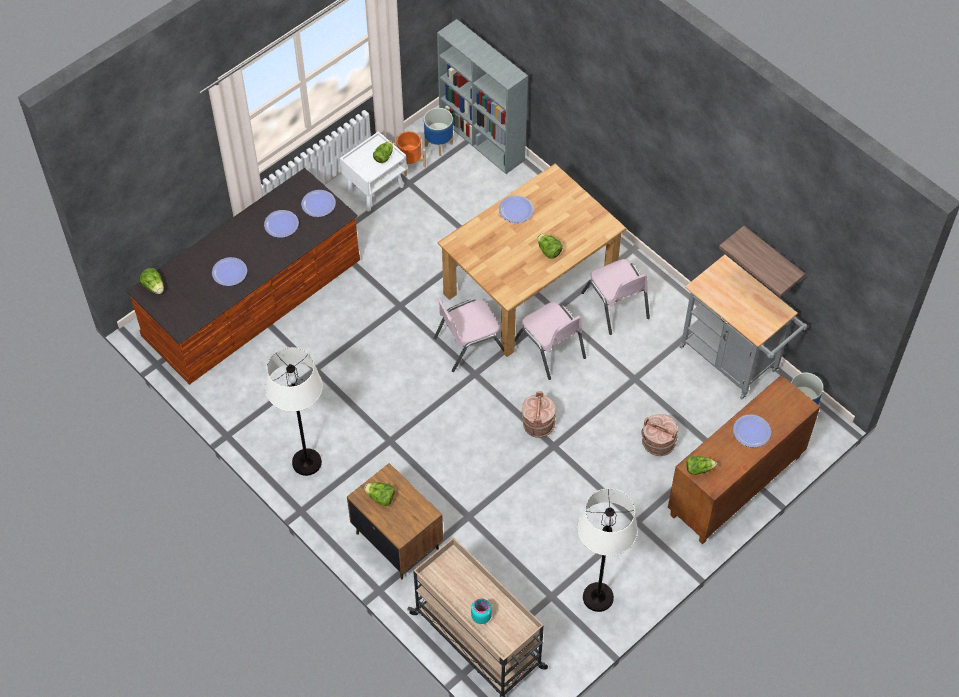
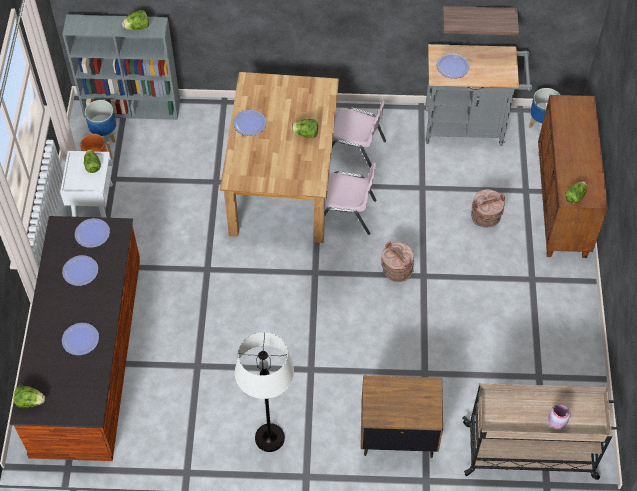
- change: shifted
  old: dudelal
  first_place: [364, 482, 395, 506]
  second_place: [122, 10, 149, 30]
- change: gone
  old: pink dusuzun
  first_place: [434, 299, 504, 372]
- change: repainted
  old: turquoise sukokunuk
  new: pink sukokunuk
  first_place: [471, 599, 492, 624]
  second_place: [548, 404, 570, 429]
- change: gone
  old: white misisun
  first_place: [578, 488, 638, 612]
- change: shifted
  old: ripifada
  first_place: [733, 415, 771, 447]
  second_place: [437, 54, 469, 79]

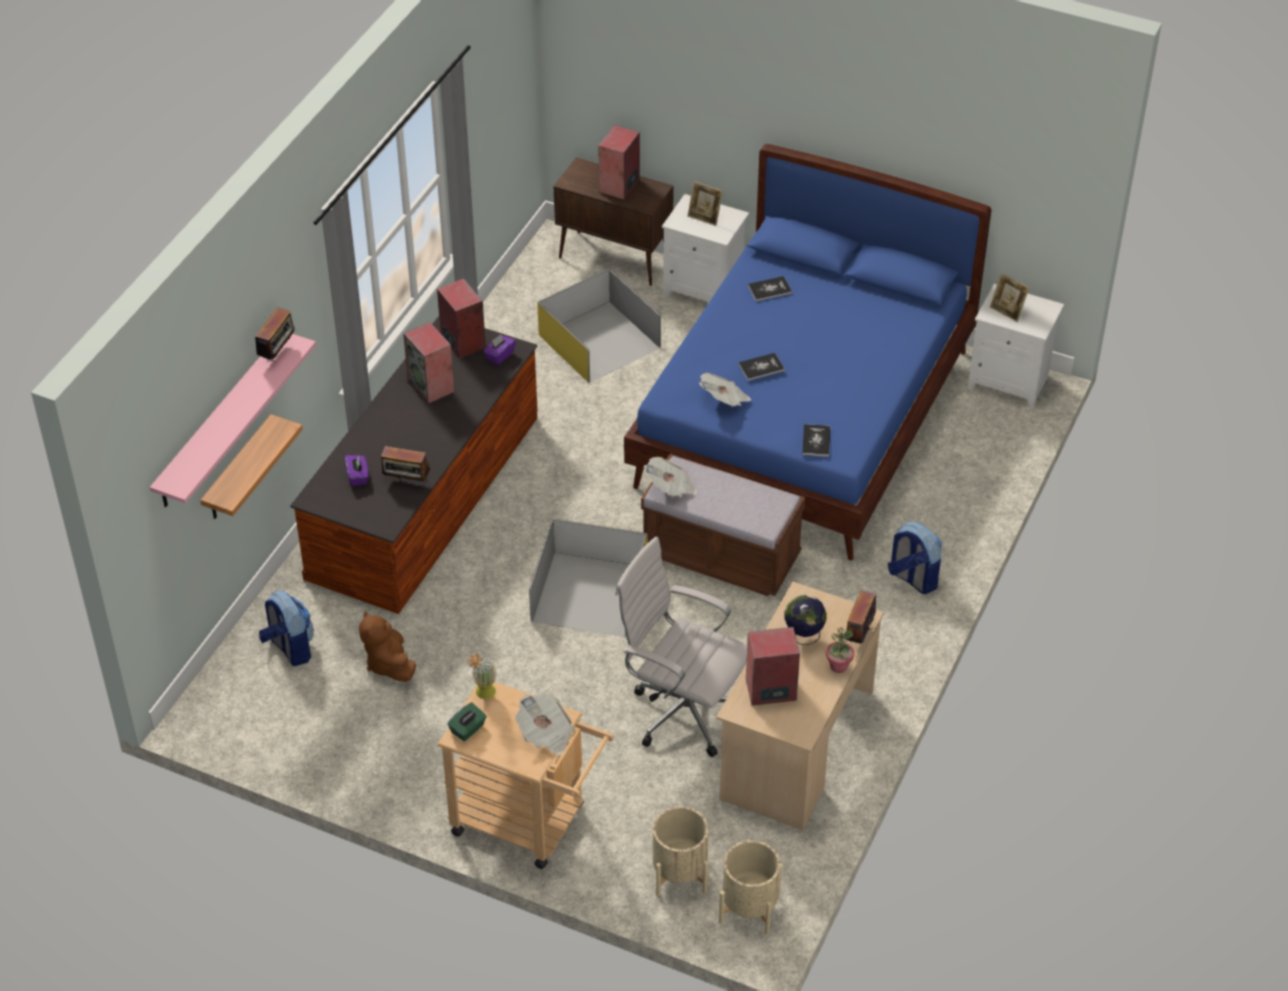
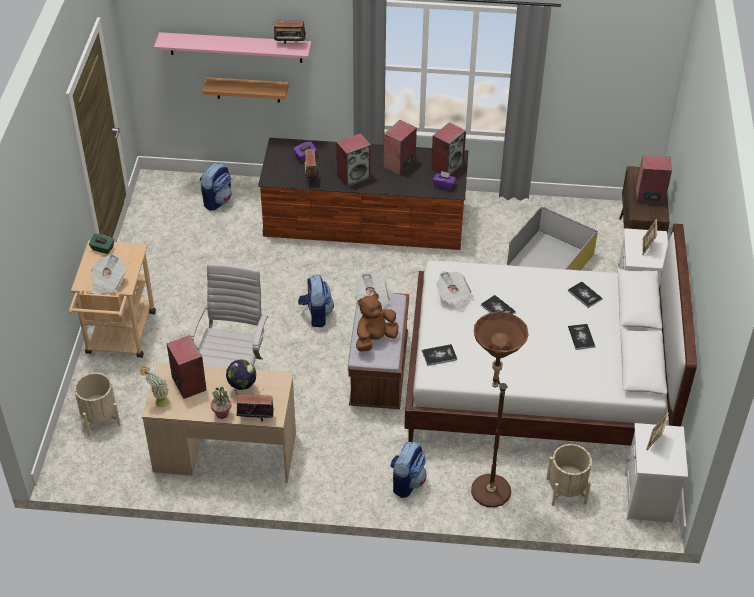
- change: shifted
  old: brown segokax
  first_place: [359, 611, 416, 682]
  second_place: [356, 293, 398, 351]
- change: shifted
  old: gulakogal
  first_place: [468, 653, 497, 699]
  second_place: [140, 365, 169, 407]
- change: swapped
  old: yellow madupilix
  new: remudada
  first_place: [529, 519, 647, 637]
  second_place: [298, 275, 334, 327]
- change: repainted
  old: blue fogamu
  new: white fogamu
  first_place: [624, 144, 991, 561]
  second_place: [404, 224, 697, 446]
- change: shifted
  old: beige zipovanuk
  first_place: [719, 840, 782, 934]
  second_place: [546, 444, 592, 506]
- change: new
  new: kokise
  second_place: [336, 133, 371, 188]
- change: new
  new: brown misisun
  second_place: [471, 312, 529, 507]
- change: new
  new: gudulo
  second_place: [568, 324, 595, 350]

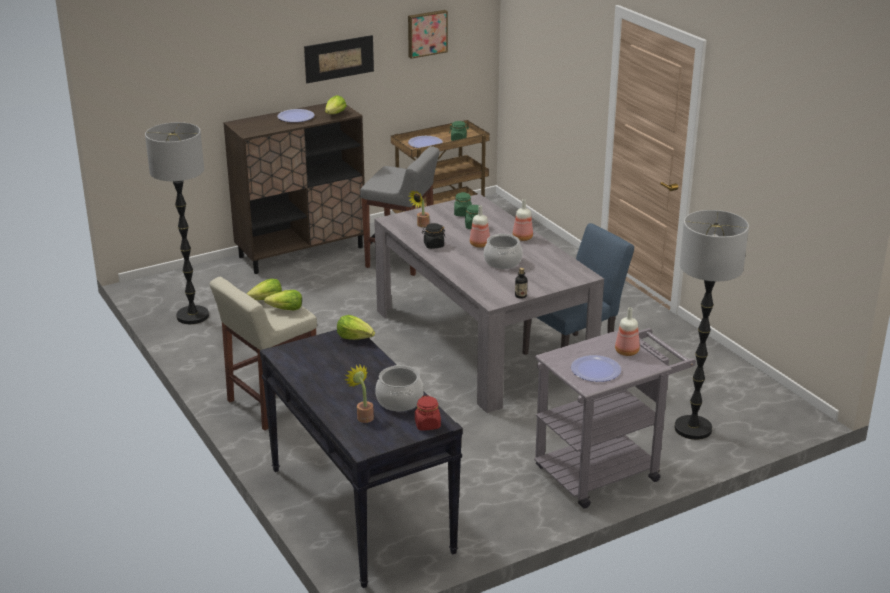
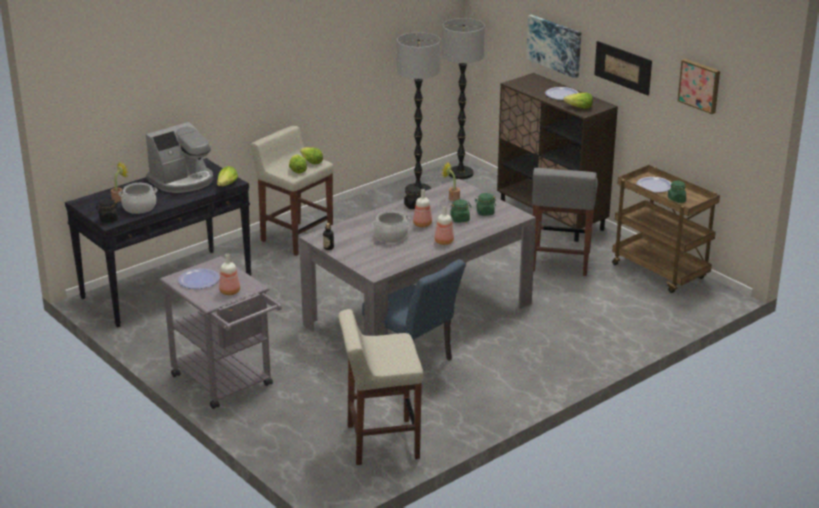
- change: repainted
  old: red sukokunuk
  new: black sukokunuk
  first_place: [415, 395, 441, 431]
  second_place: [96, 199, 119, 223]
- change: shifted
  old: misisun
  first_place: [674, 210, 749, 440]
  second_place: [442, 18, 485, 179]
- change: new
  new: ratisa
  second_place: [146, 122, 213, 193]
- change: new
  new: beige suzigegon
  second_place: [338, 309, 423, 465]
- change: new
  new: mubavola
  second_place: [526, 15, 581, 79]

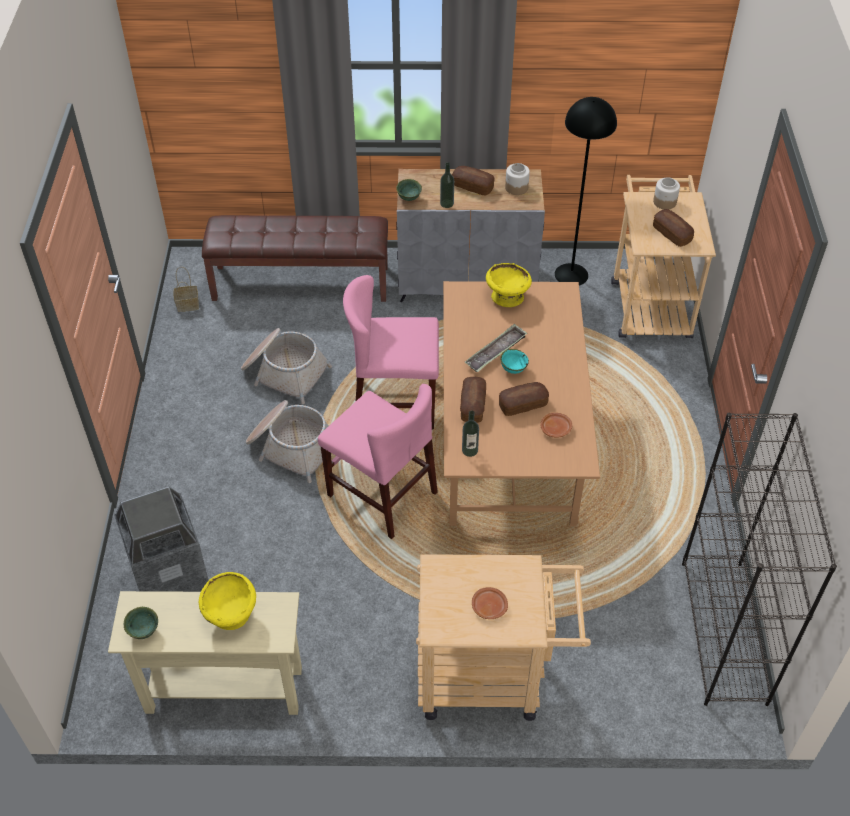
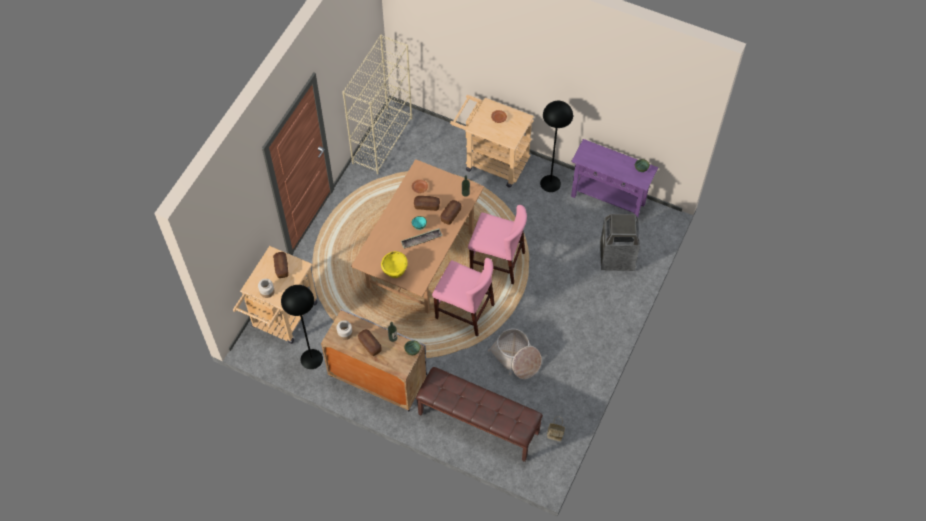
- change: repainted
  old: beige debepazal
  new: purple debepazal
  first_place: [108, 591, 302, 715]
  second_place: [571, 139, 658, 217]
- change: gone
  old: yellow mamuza
  first_place: [199, 572, 256, 630]
- change: gone
  old: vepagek
  first_place: [246, 400, 329, 483]
- change: rotated
  old: pink dusuzun
  first_place: [318, 384, 438, 539]
  second_place: [468, 205, 527, 284]
  degrees: 135
- change: repainted
  old: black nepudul
  new: beige nepudul
  first_place: [682, 413, 837, 706]
  second_place: [342, 35, 412, 174]
- change: new
  new: black misisun
  second_place: [540, 101, 573, 192]

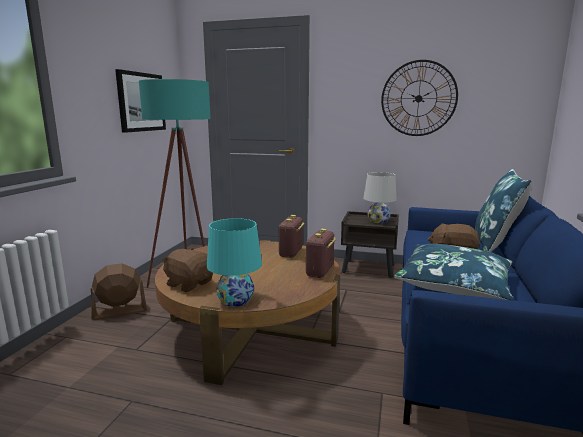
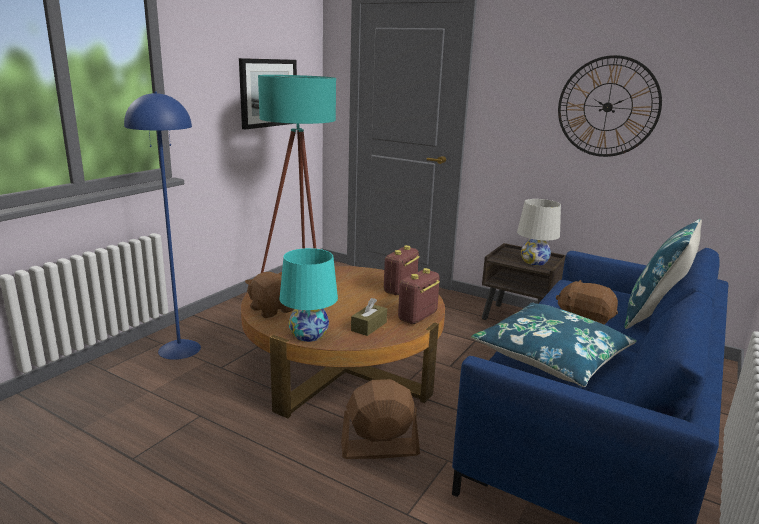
- change: shifted
  old: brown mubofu
  first_place: [91, 263, 147, 320]
  second_place: [341, 379, 420, 459]
- change: new
  new: blue misisun
  second_place: [124, 91, 201, 360]
- change: new
  new: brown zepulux
  second_place: [351, 298, 387, 336]

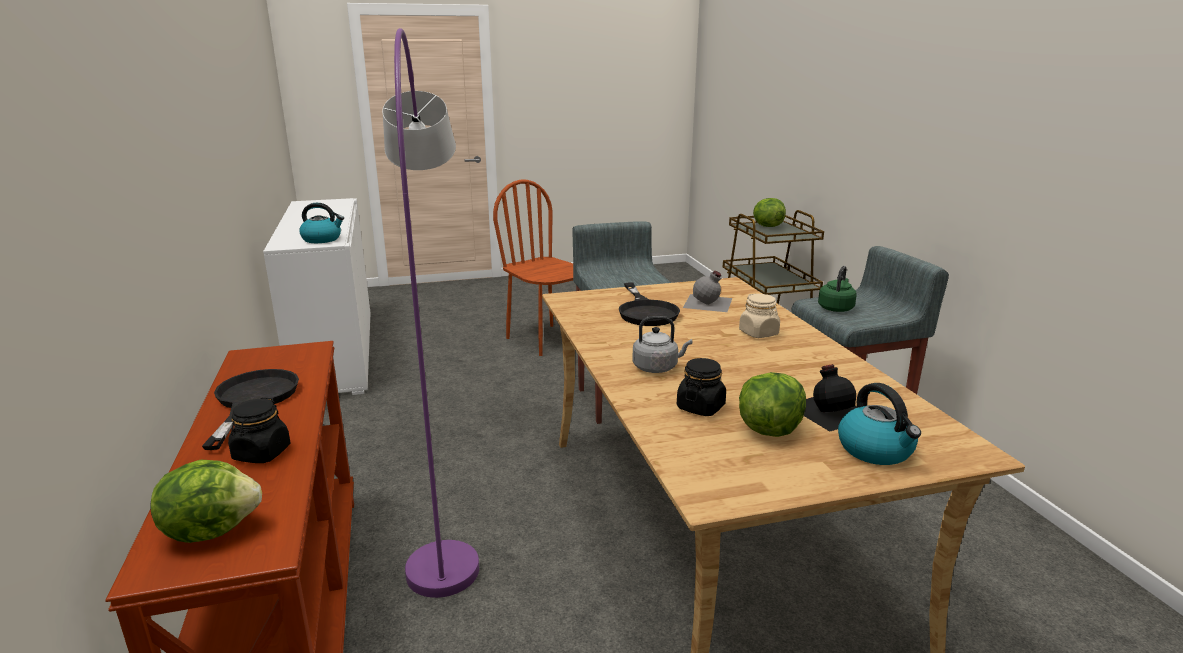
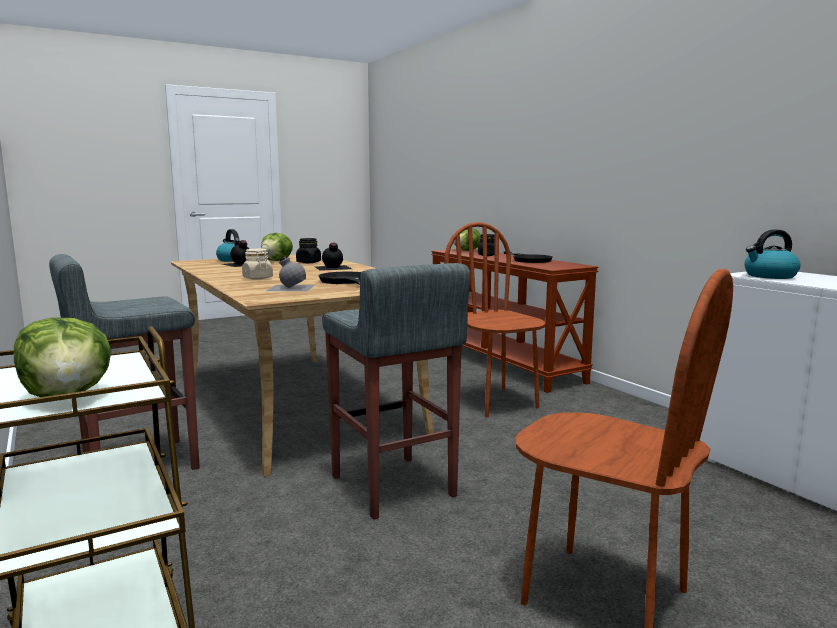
- change: swapped
  old: purple misisun
  new: brown dusuzun
  first_place: [382, 28, 479, 598]
  second_place: [444, 222, 545, 417]
- change: swapped
  old: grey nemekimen
  new: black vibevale
  first_place: [632, 316, 692, 373]
  second_place: [315, 242, 352, 271]
- change: gone
  old: green nemekimen
  first_place: [818, 266, 857, 312]

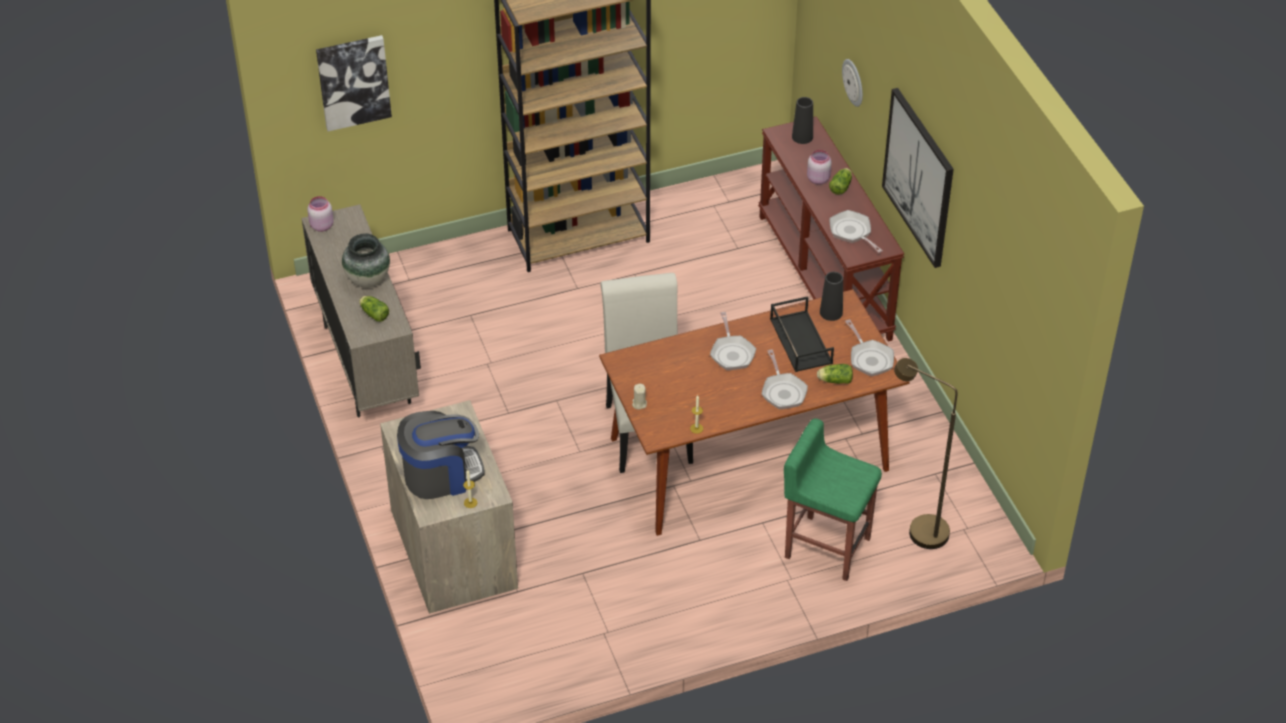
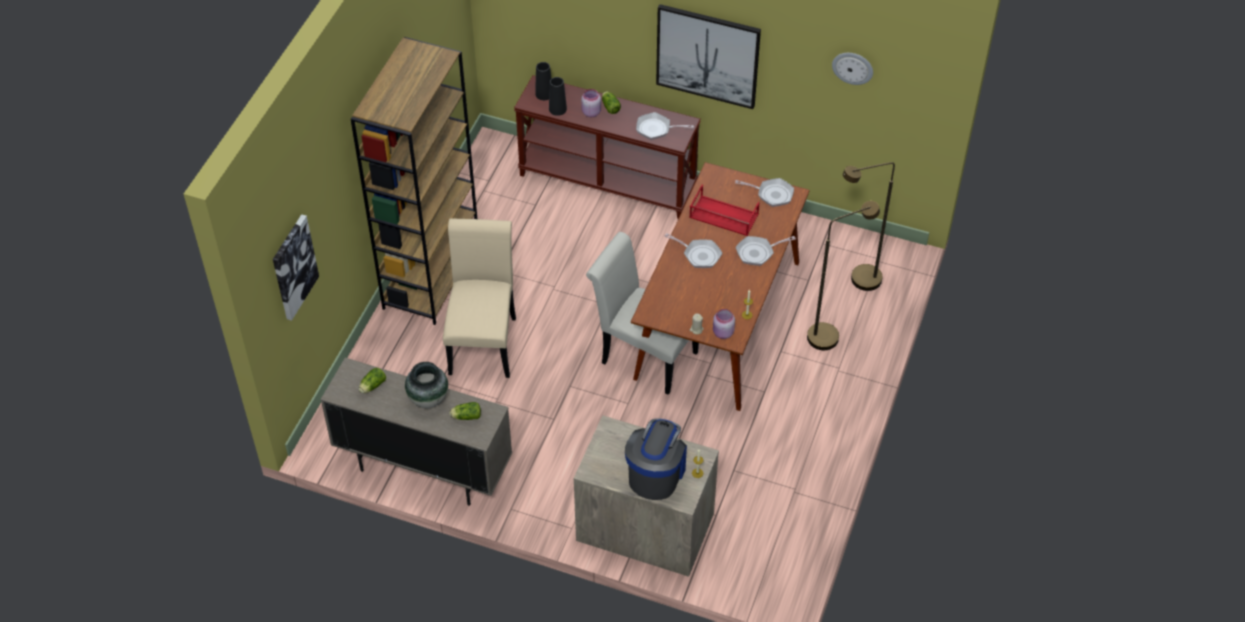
- change: shifted
  old: pink sukokunuk
  first_place: [308, 196, 333, 232]
  second_place: [713, 309, 735, 339]
- change: rotated
  old: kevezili
  first_place: [762, 350, 808, 409]
  second_place: [736, 236, 796, 266]
  degrees: 135
- change: repainted
  old: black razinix
  new: red razinix
  first_place: [770, 296, 834, 372]
  second_place: [689, 185, 760, 236]
- change: swapped
  old: green suzigegon
  new: brown misisun
  first_place: [784, 419, 882, 581]
  second_place: [807, 201, 880, 350]
- change: shifted
  old: dudelal
  first_place: [817, 364, 853, 384]
  second_place: [359, 368, 386, 393]
- change: shifted
  old: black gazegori
  first_place: [820, 272, 843, 321]
  second_place: [549, 77, 567, 116]
- change: shifted
  old: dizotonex
  first_place: [842, 59, 863, 107]
  second_place: [832, 53, 873, 85]
- change: new
  new: beige dusuzun
  second_place: [443, 218, 516, 378]

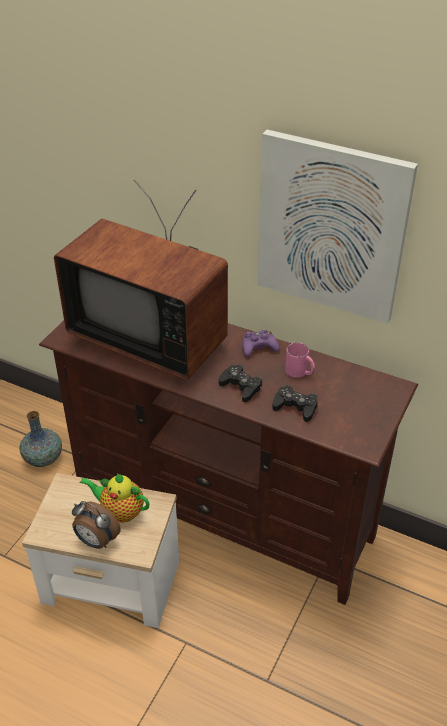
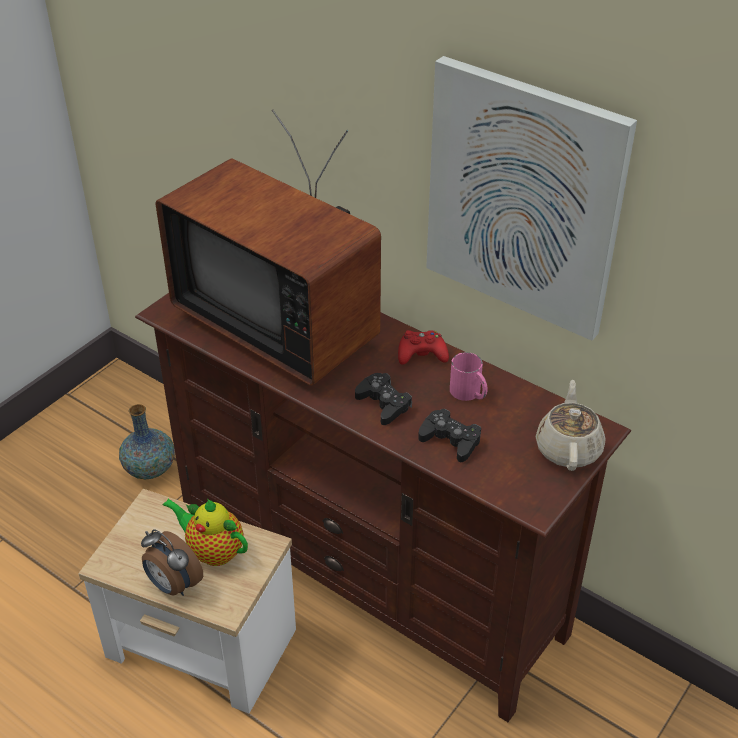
- change: repainted
  old: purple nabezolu
  new: red nabezolu
  first_place: [242, 330, 280, 357]
  second_place: [398, 330, 449, 365]
- change: new
  new: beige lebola
  second_place: [535, 380, 605, 471]

